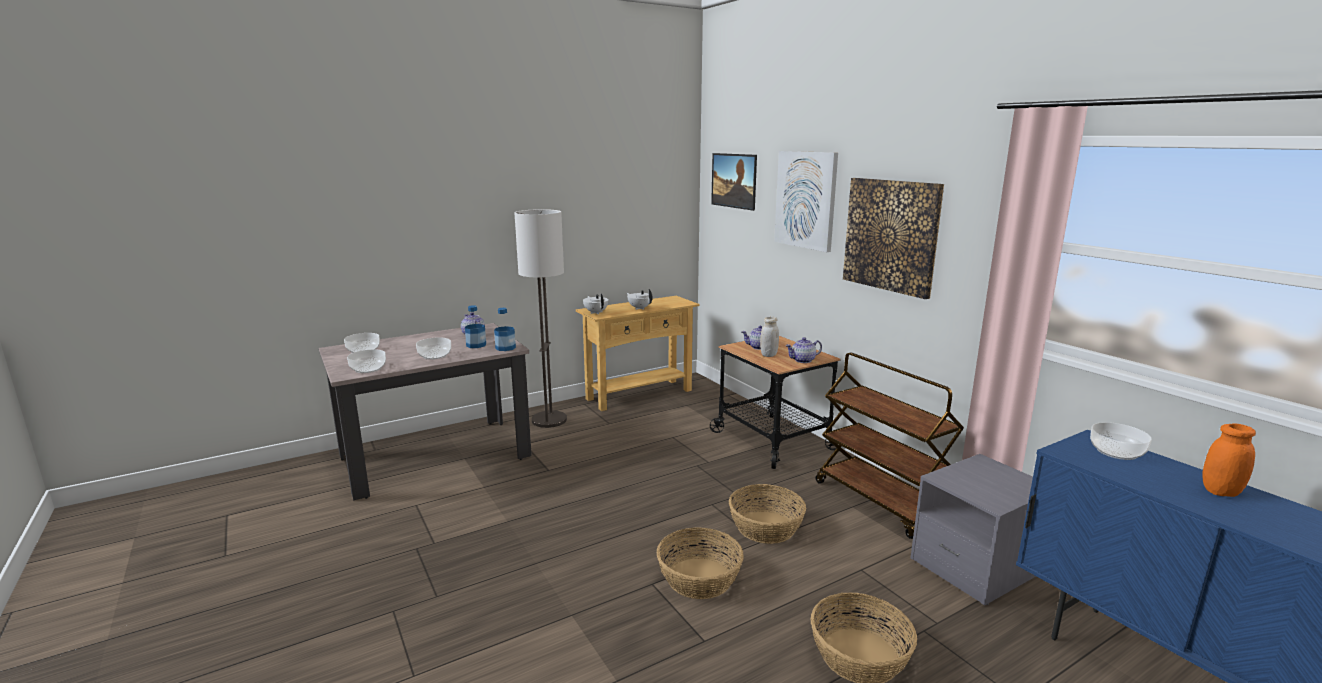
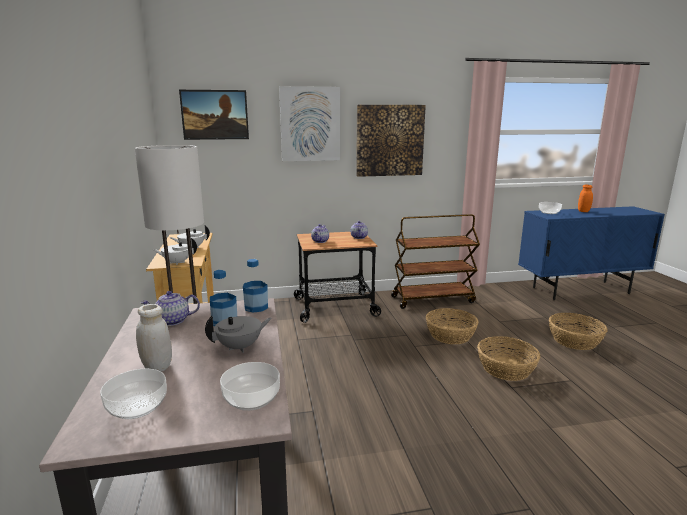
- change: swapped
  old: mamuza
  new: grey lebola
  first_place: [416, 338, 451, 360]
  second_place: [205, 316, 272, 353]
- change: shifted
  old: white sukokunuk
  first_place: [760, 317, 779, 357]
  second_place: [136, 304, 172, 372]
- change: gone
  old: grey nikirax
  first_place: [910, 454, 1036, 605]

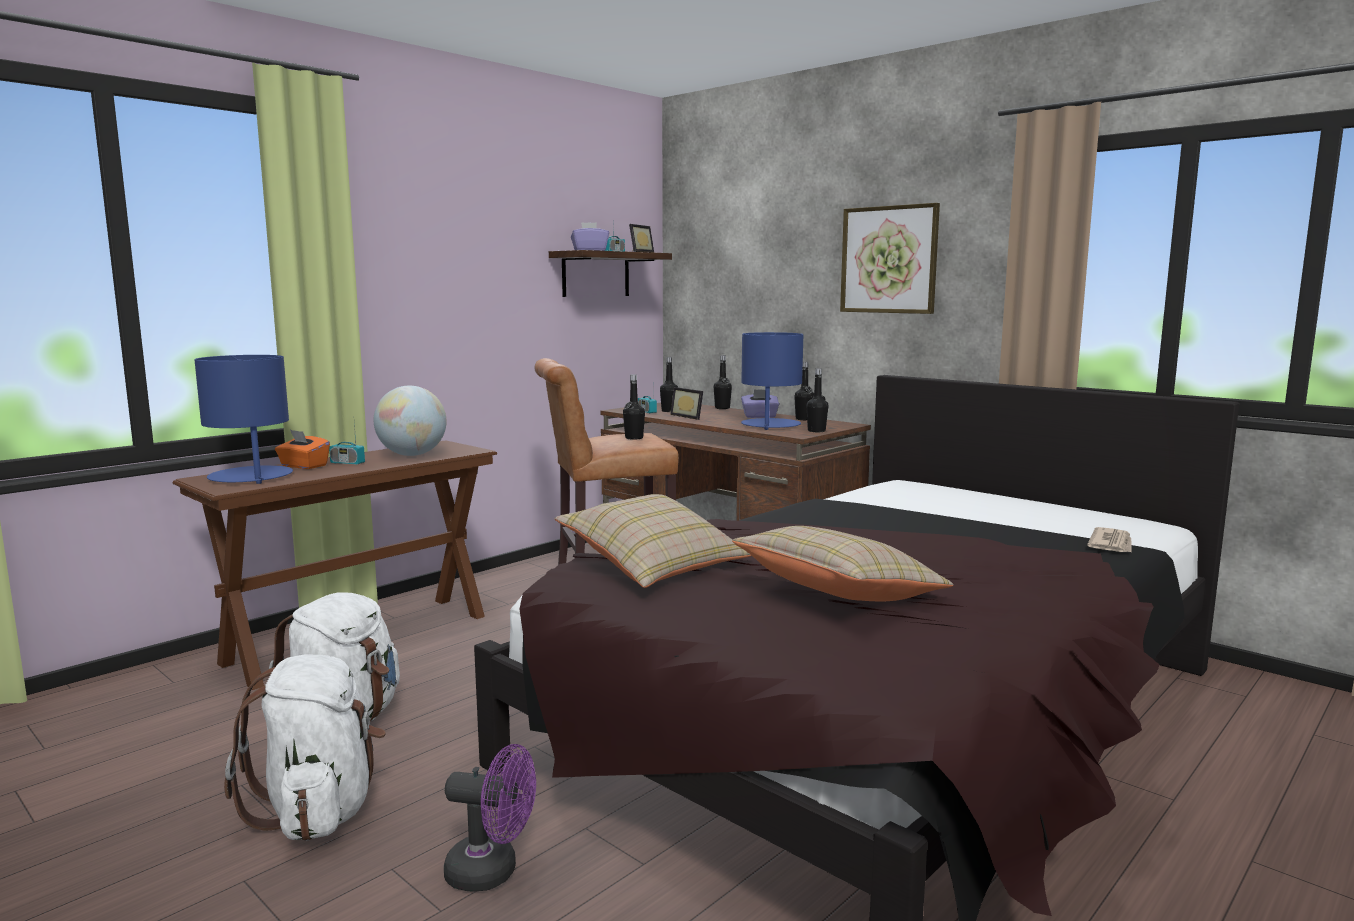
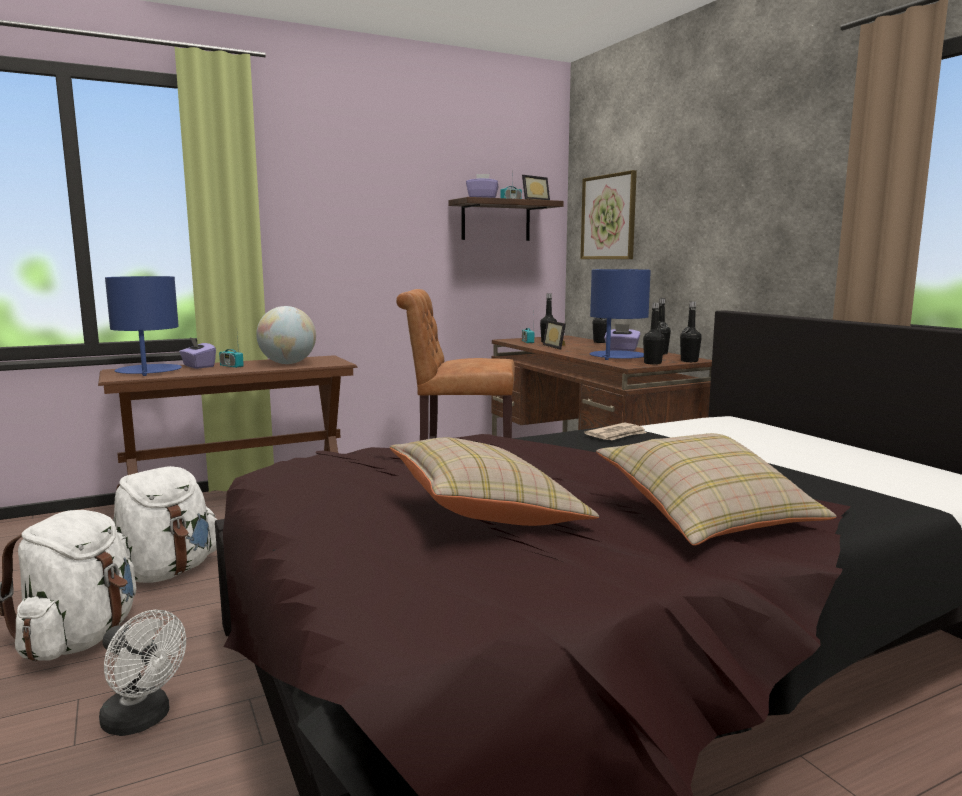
- change: repainted
  old: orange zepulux
  new: purple zepulux
  first_place: [275, 430, 330, 469]
  second_place: [179, 337, 216, 369]
- change: repainted
  old: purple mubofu
  new: white mubofu
  first_place: [444, 744, 536, 892]
  second_place: [99, 610, 186, 736]
- change: shifted
  old: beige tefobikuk
  first_place: [555, 494, 752, 588]
  second_place: [596, 433, 837, 546]
- change: shifted
  old: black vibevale
  first_place: [623, 374, 645, 440]
  second_place: [680, 301, 702, 362]
- change: shifted
  old: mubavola
  first_place: [840, 203, 940, 314]
  second_place: [580, 170, 637, 259]
- change: shifted
  old: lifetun
  first_place: [1087, 527, 1131, 552]
  second_place: [584, 423, 646, 440]

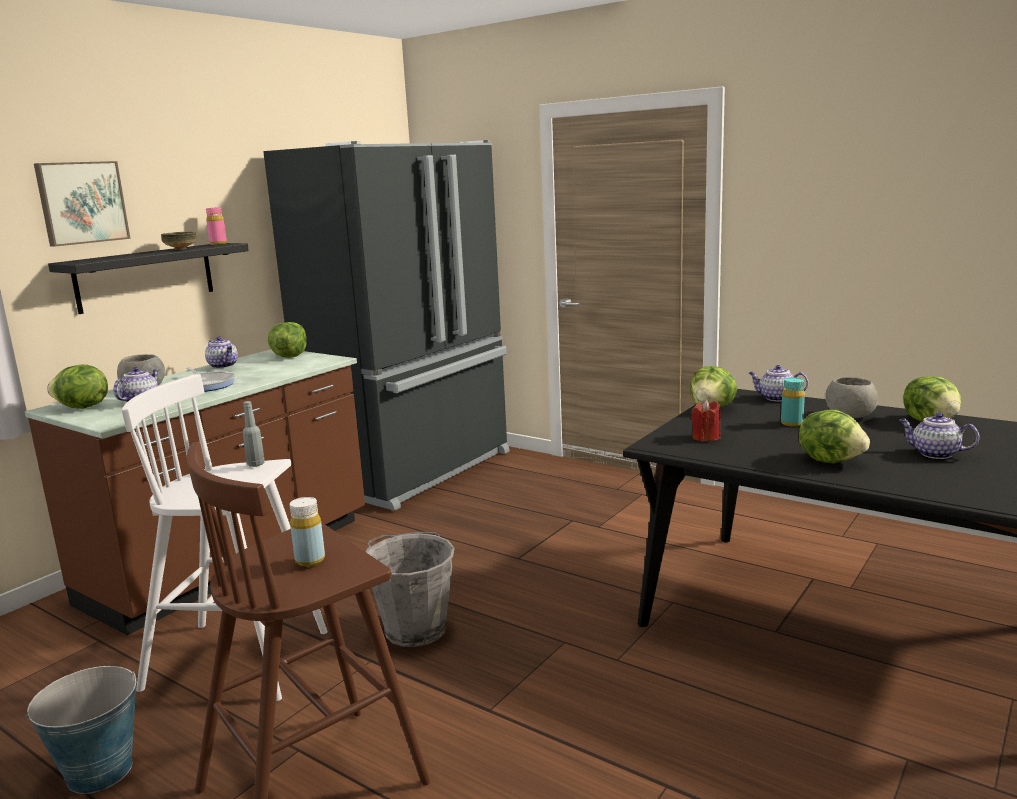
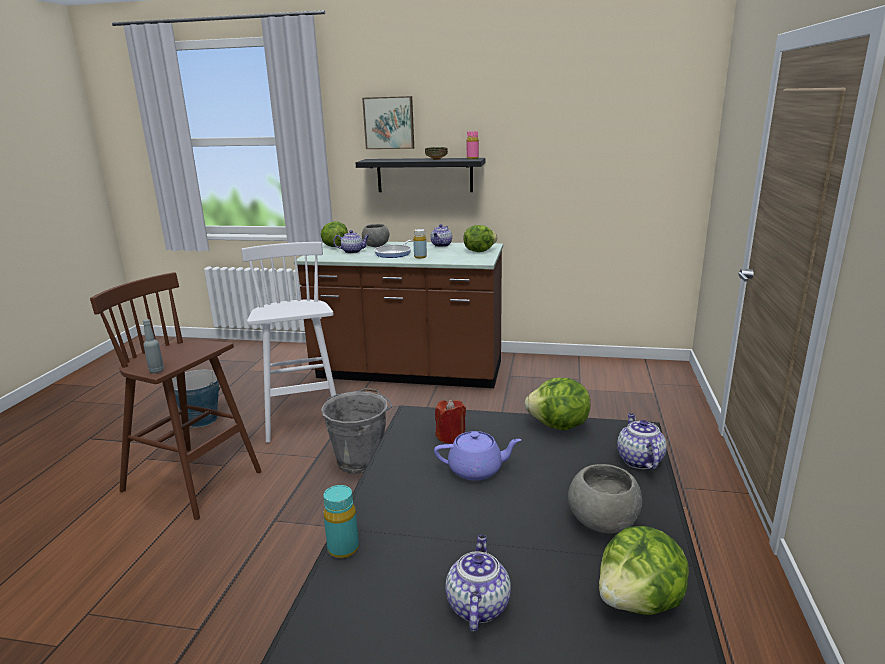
- change: shifted
  old: grey vibevale
  first_place: [243, 401, 265, 467]
  second_place: [143, 319, 164, 373]
- change: gone
  old: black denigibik
  first_place: [263, 140, 510, 511]
- change: shifted
  old: yellow vibevale
  first_place: [290, 497, 325, 567]
  second_place: [413, 229, 427, 259]
- change: shifted
  old: turquoise vibevale
  first_place: [781, 378, 805, 427]
  second_place: [323, 485, 359, 558]
- change: gone
  old: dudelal
  first_place: [799, 410, 870, 463]
- change: new
  new: purple lebola
  second_place: [434, 431, 521, 481]

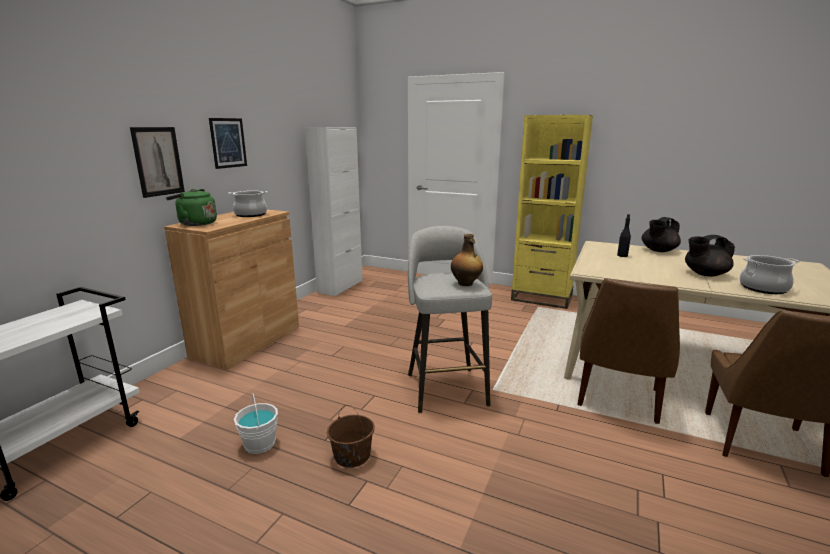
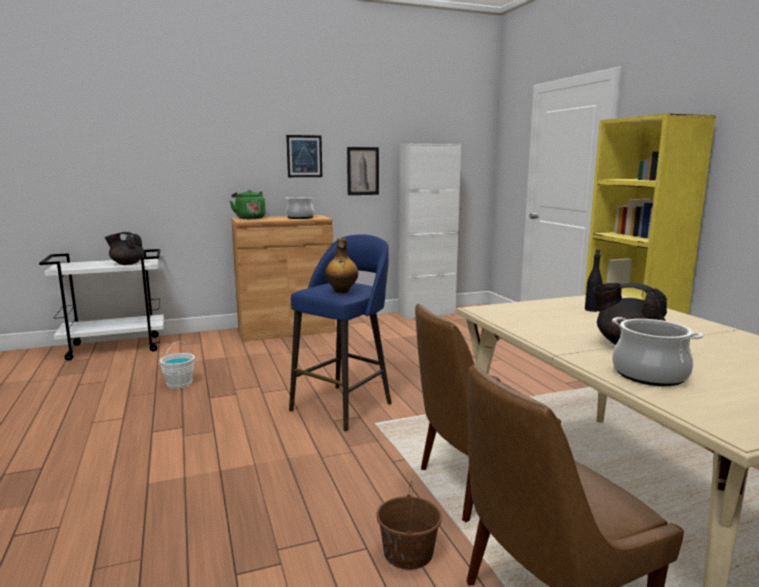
- change: shifted
  old: mubavola
  first_place: [130, 127, 185, 198]
  second_place: [347, 147, 379, 195]
- change: shifted
  old: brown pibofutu
  first_place: [327, 405, 375, 468]
  second_place: [376, 481, 442, 569]
- change: repainted
  old: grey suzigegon
  new: blue suzigegon
  first_place: [408, 226, 492, 413]
  second_place: [289, 234, 392, 431]
- change: shifted
  old: black lebola
  first_place: [642, 217, 681, 252]
  second_place: [105, 232, 145, 265]

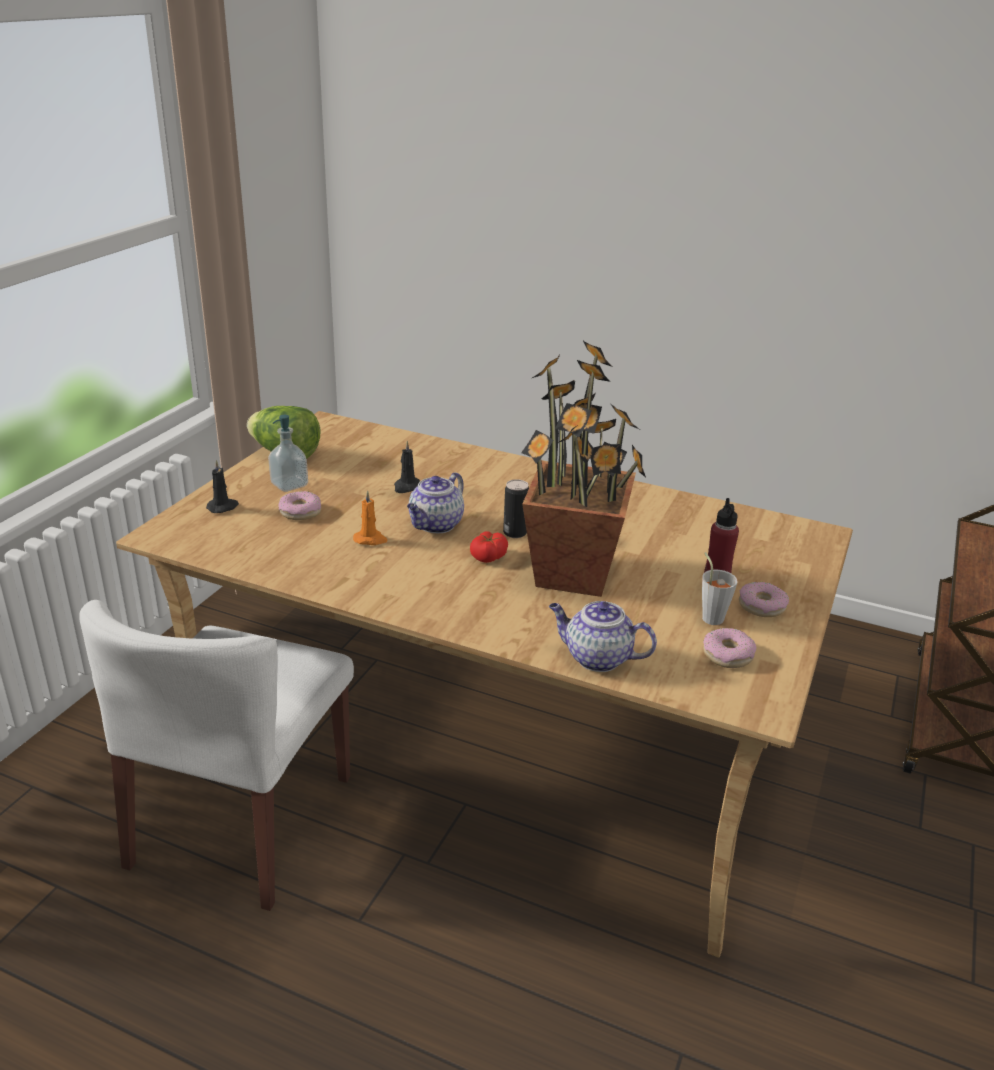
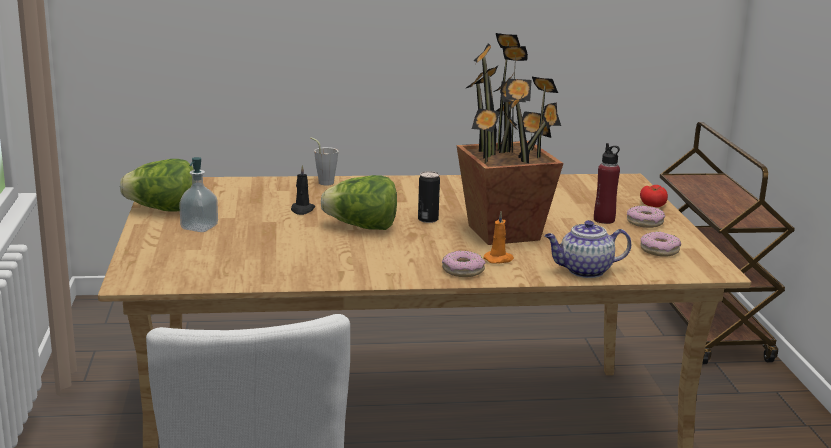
- change: gone
  old: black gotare
  first_place: [206, 460, 239, 513]
- change: shifted
  old: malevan
  first_place: [279, 491, 321, 520]
  second_place: [442, 250, 485, 277]
- change: shifted
  old: orange gotare
  first_place: [353, 491, 388, 545]
  second_place: [484, 211, 514, 264]
- change: swapped
  old: lebola
  new: dudelal
  first_place: [407, 472, 464, 533]
  second_place: [321, 175, 397, 230]
- change: shifted
  old: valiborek
  first_place: [470, 531, 508, 563]
  second_place: [640, 185, 668, 207]
- change: shifted
  old: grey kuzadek
  first_place: [702, 552, 737, 625]
  second_place: [310, 137, 338, 186]

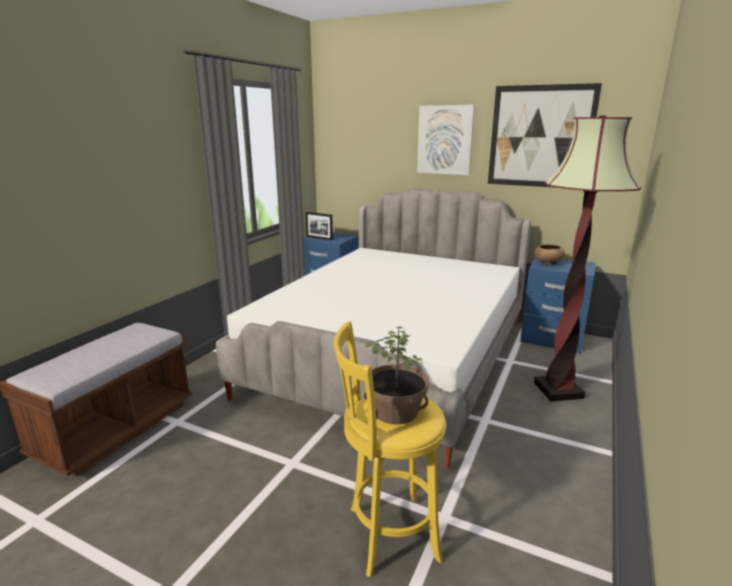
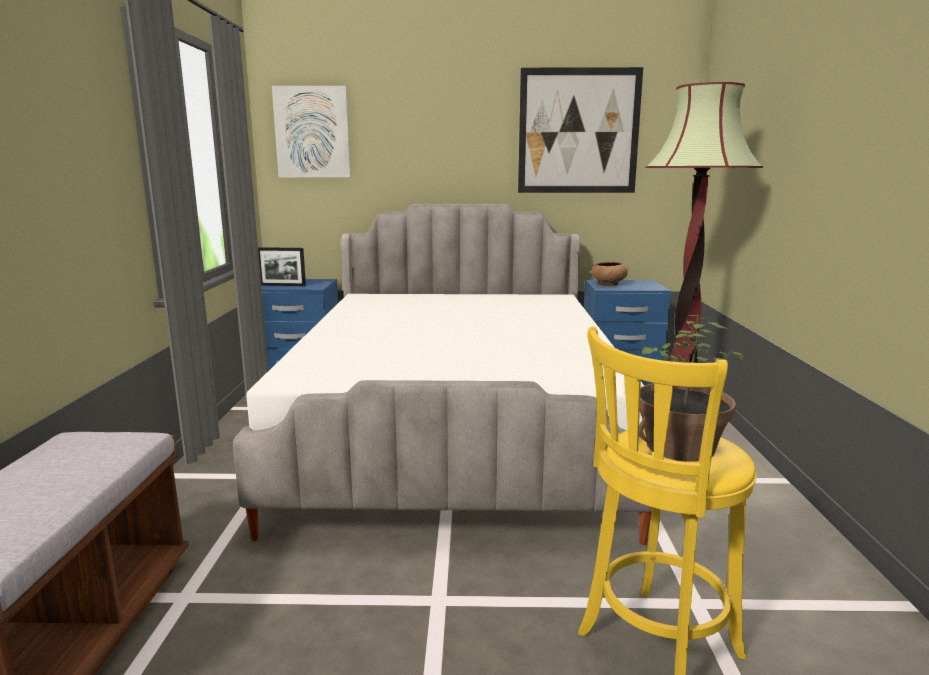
- change: shifted
  old: mubavola
  first_place: [417, 105, 475, 175]
  second_place: [272, 86, 351, 178]

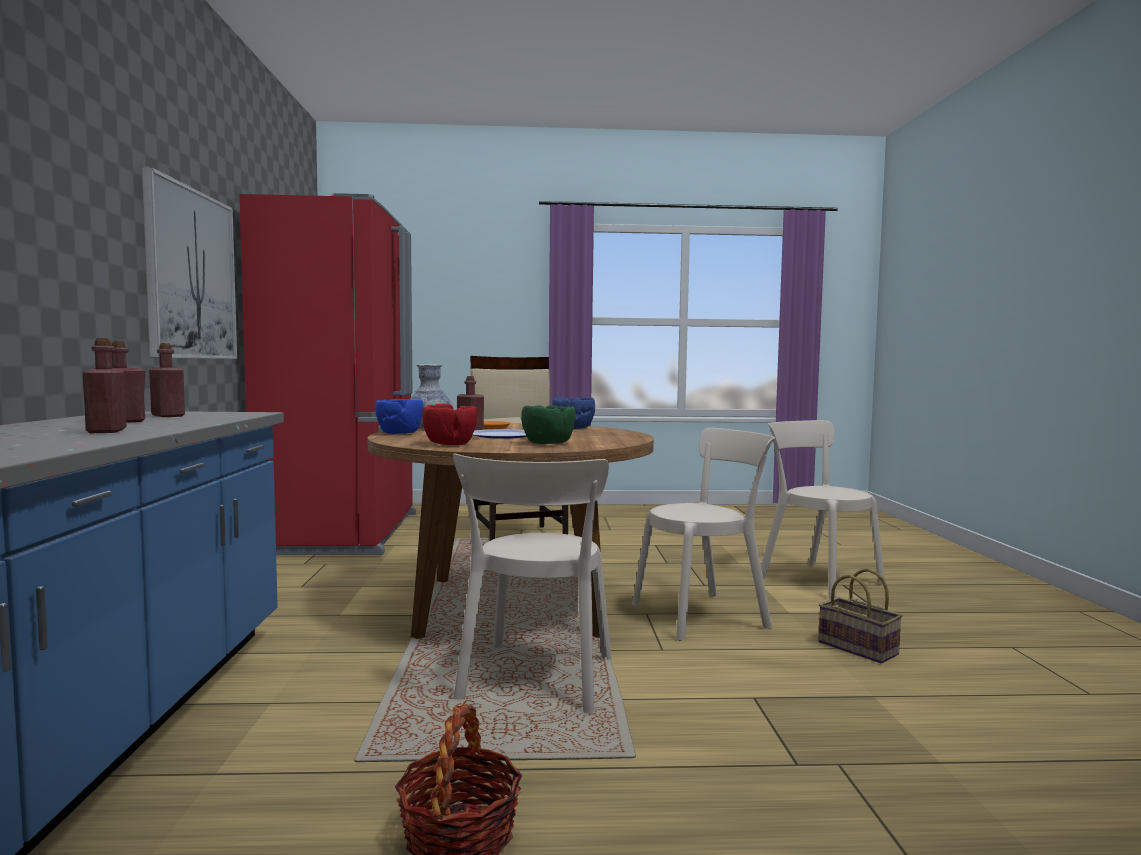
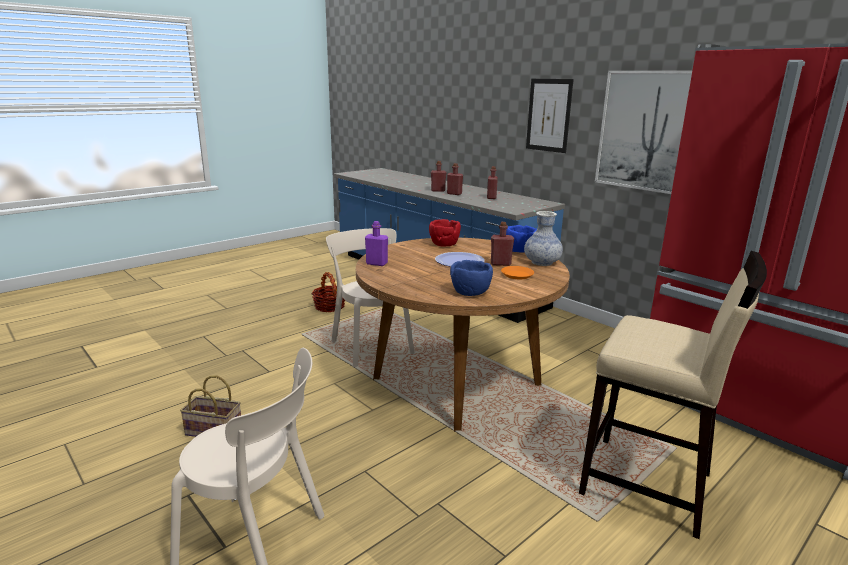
- change: shifted
  old: red vibevale
  first_place: [149, 343, 185, 417]
  second_place: [431, 161, 446, 192]
- change: gone
  old: green mamuza
  first_place: [521, 405, 576, 444]
- change: gone
  old: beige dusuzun
  first_place: [632, 428, 775, 641]
- change: new
  new: purple vibevale
  second_place: [365, 221, 388, 266]
- change: new
  new: mubavola
  second_place: [526, 79, 574, 153]

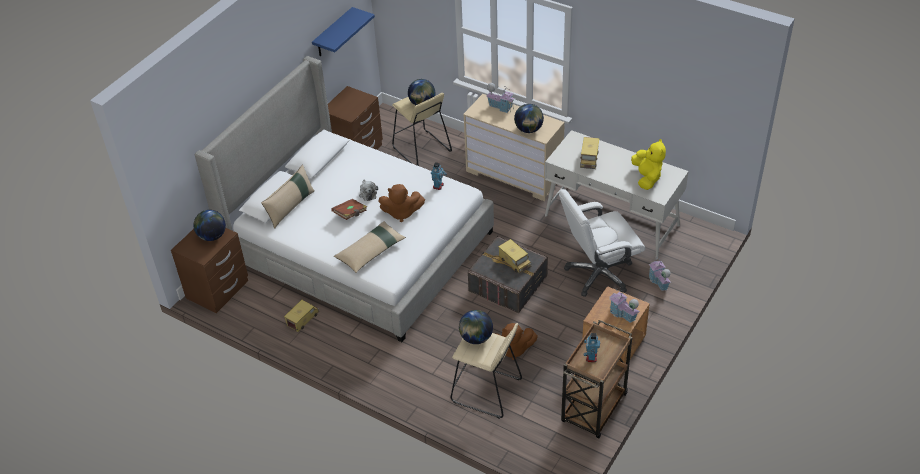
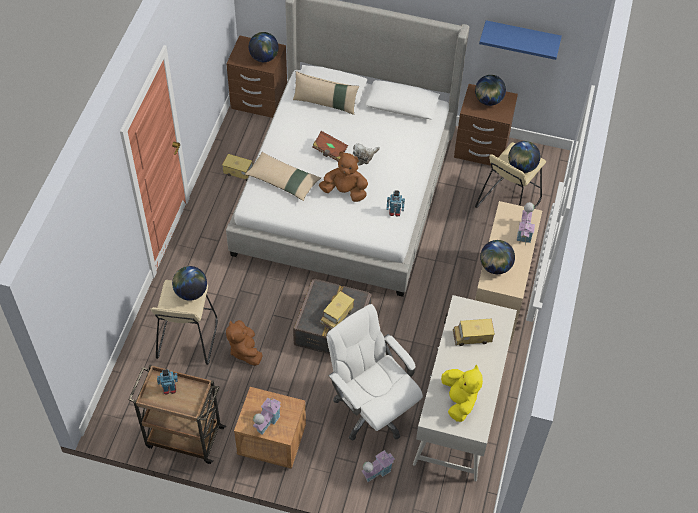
- change: rotated
  old: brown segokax
  first_place: [379, 184, 425, 222]
  second_place: [319, 151, 368, 202]
  degrees: 120
- change: rotated
  old: yellow segokax
  first_place: [631, 139, 666, 190]
  second_place: [441, 365, 483, 422]
  degrees: -75
- change: new
  new: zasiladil
  second_place: [475, 75, 506, 106]

